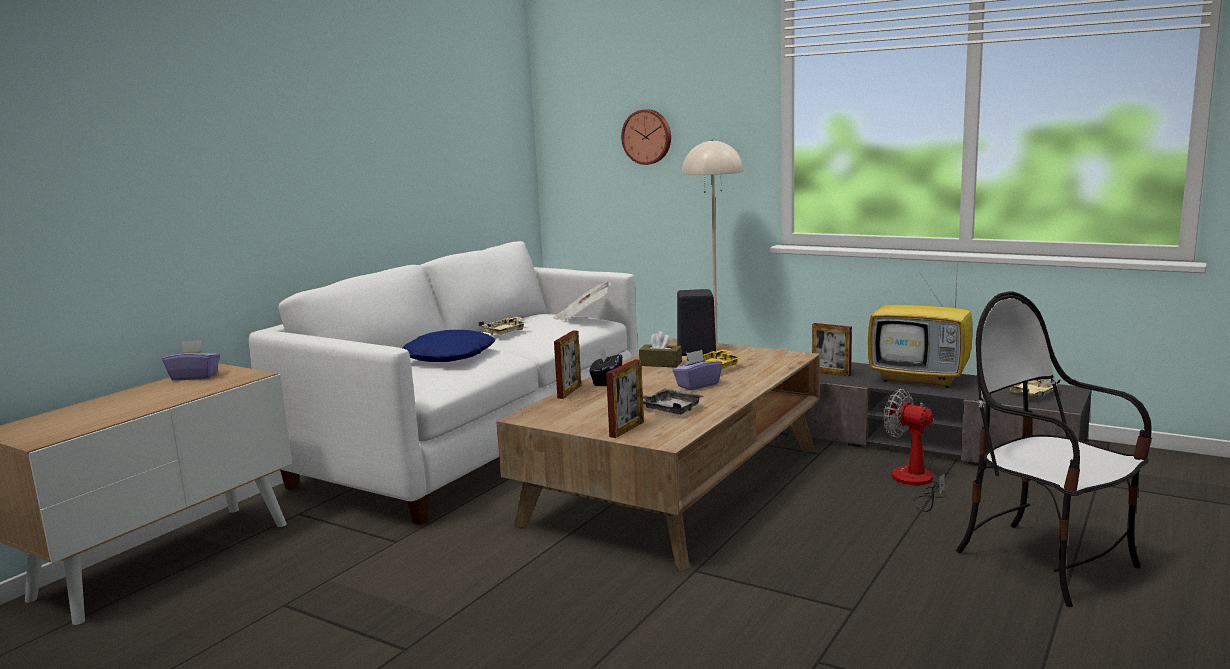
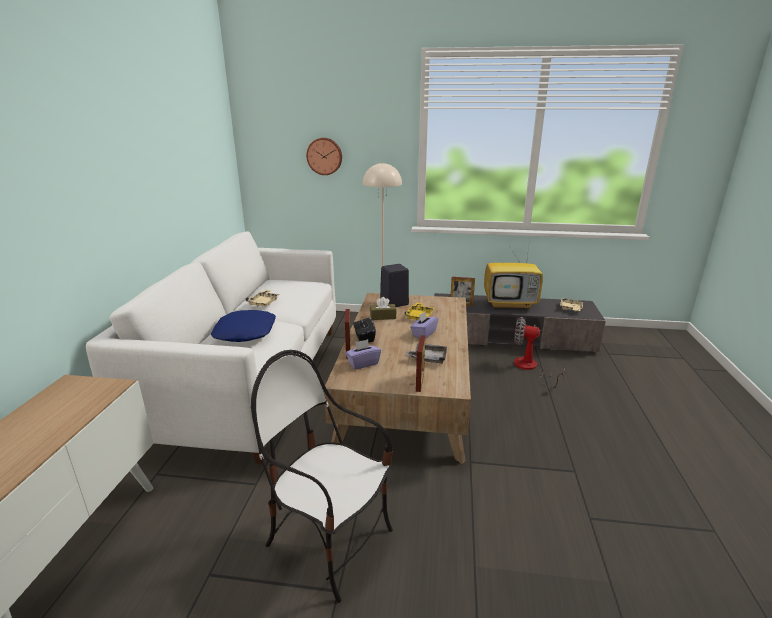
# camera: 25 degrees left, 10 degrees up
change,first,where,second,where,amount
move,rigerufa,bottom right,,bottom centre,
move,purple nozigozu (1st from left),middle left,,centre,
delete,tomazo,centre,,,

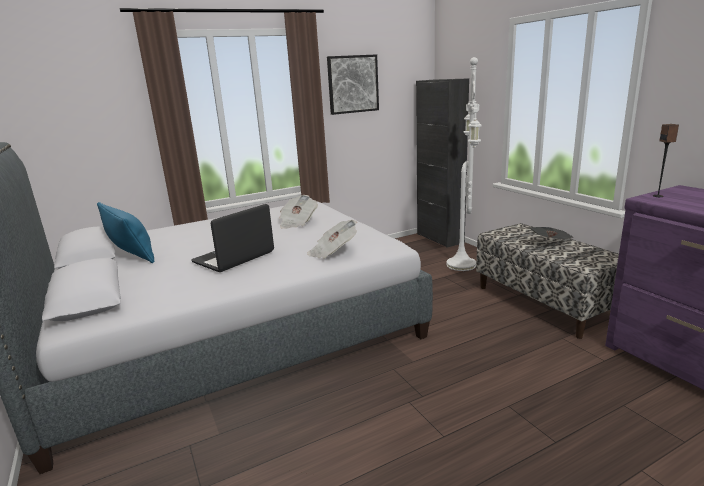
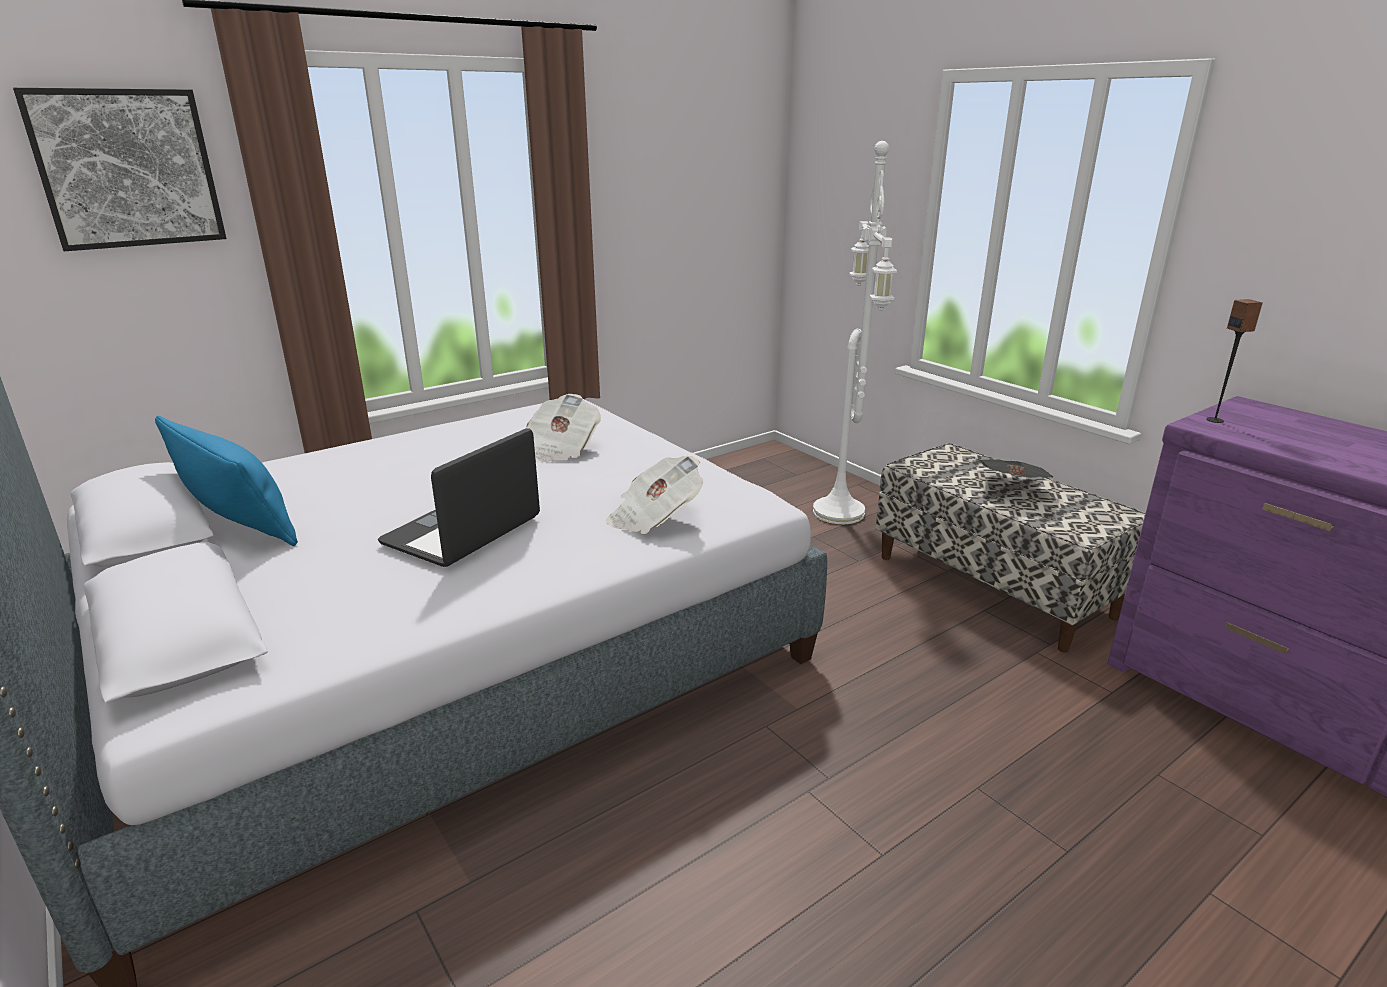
# camera: 10 degrees left, 5 degrees up
change,first,where,second,where,amount
move,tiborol,top centre,,top left,
delete,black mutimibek,centre,,,

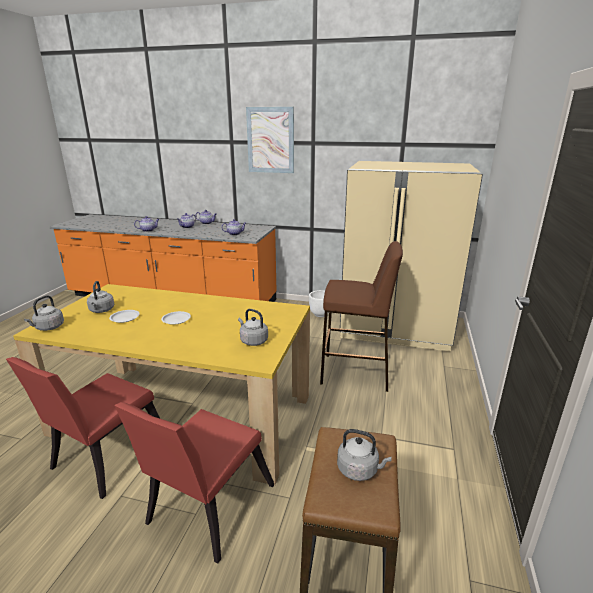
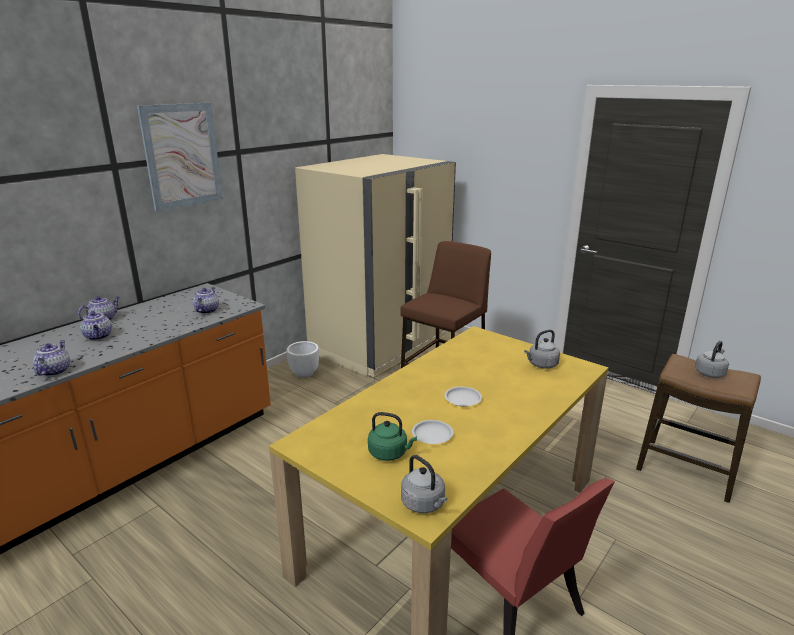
# camera: 65 degrees left, 0 degrees up
change,first,where,second,where,amount
recolor,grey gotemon (2nd from left),middle left,green gotemon,bottom centre,
delete,red rigerufa (2nd from left),bottom left,,,

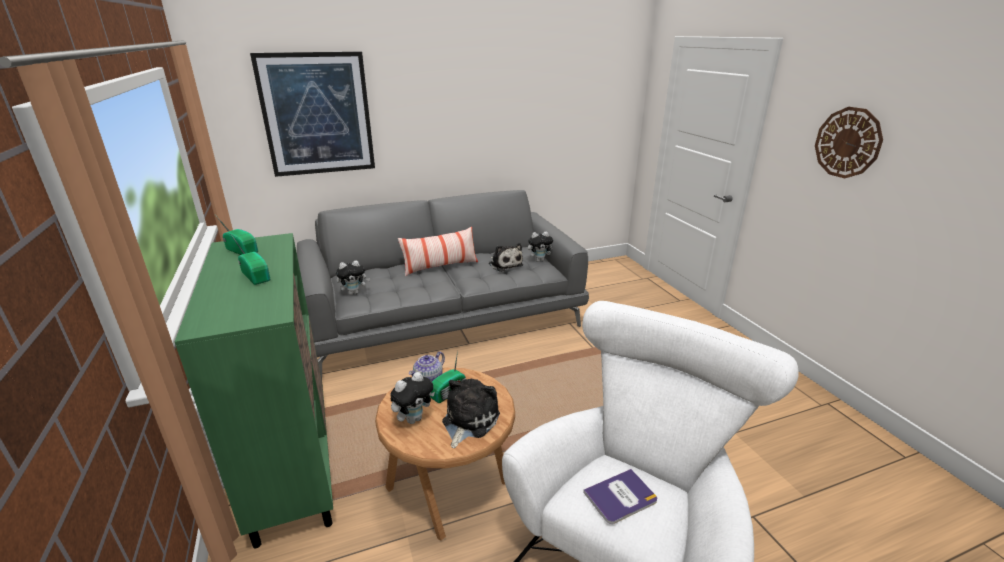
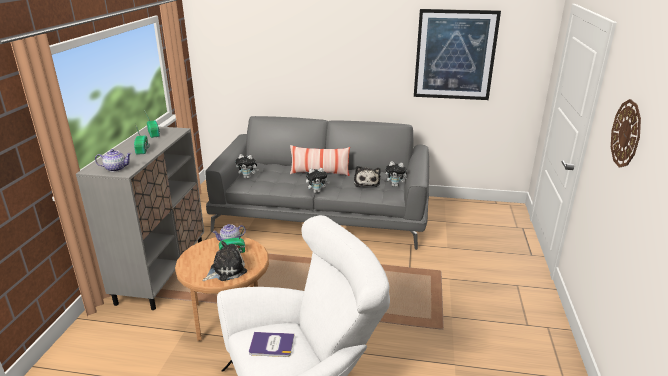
# camera: 30 degrees right, 0 degrees up
change,first,where,second,where,amount
recolor,green mutimibek,bottom left,grey mutimibek,middle left,
insert,,,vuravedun (1st from left),middle left,
move,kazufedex (2nd from left in the first image),bottom centre,kazufedex (3rd from left),centre,
move,tiborol,top left,,top right,

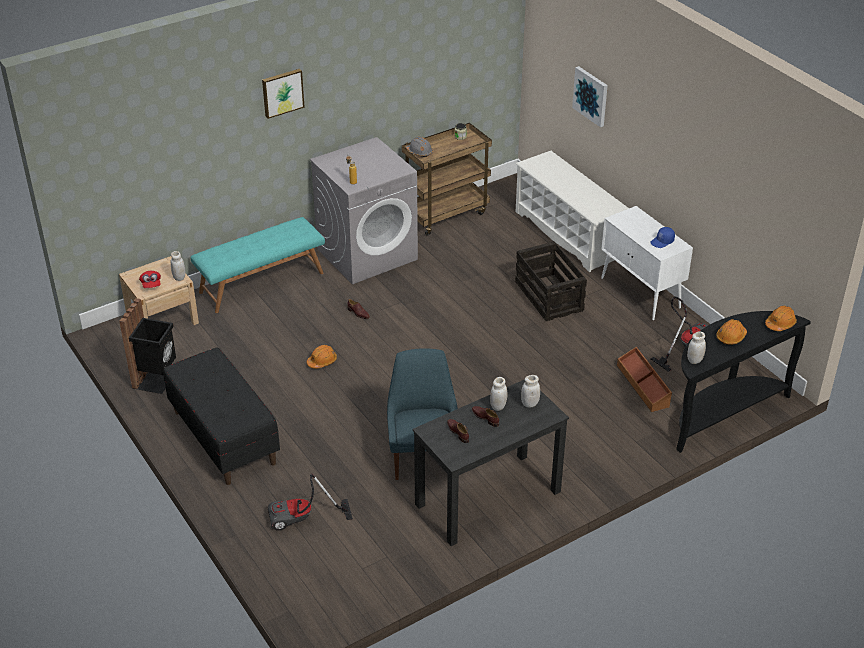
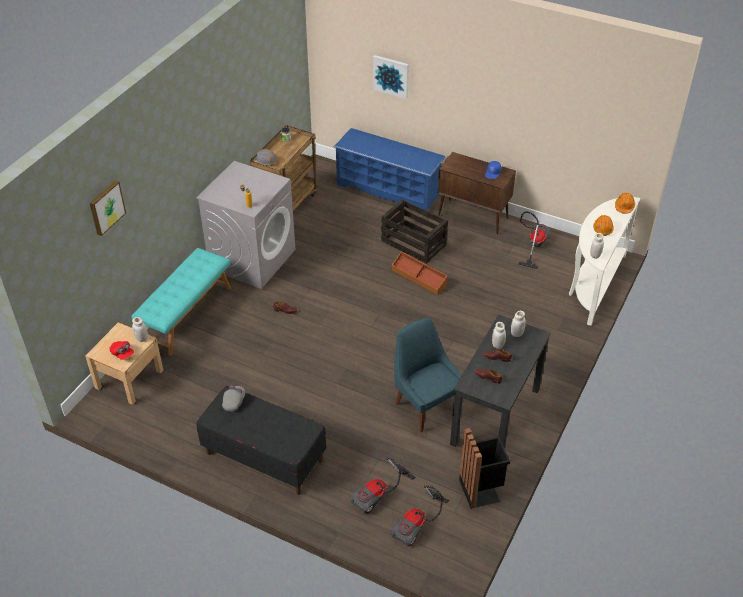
# camera: 30 degrees left, 5 degrees up
change,first,where,second,where,amount
move,tiborol (1st from left),top left,,middle left,
insert,,,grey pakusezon,bottom left,
recolor,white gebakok,top centre,blue gebakok,top centre,
insert,,,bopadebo (2nd from left),bottom centre,
move,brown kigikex,middle right,,centre,
recolor,white mutimibek,middle right,brown mutimibek,top centre,
move,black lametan,middle left,,bottom centre,
recolor,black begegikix,middle right,white begegikix,middle right,
delete,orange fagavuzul (1st from left),centre,,,

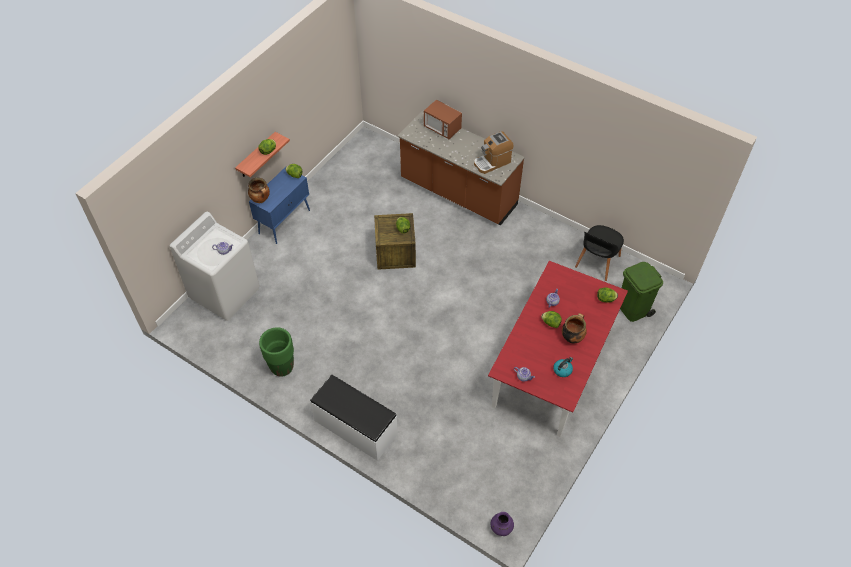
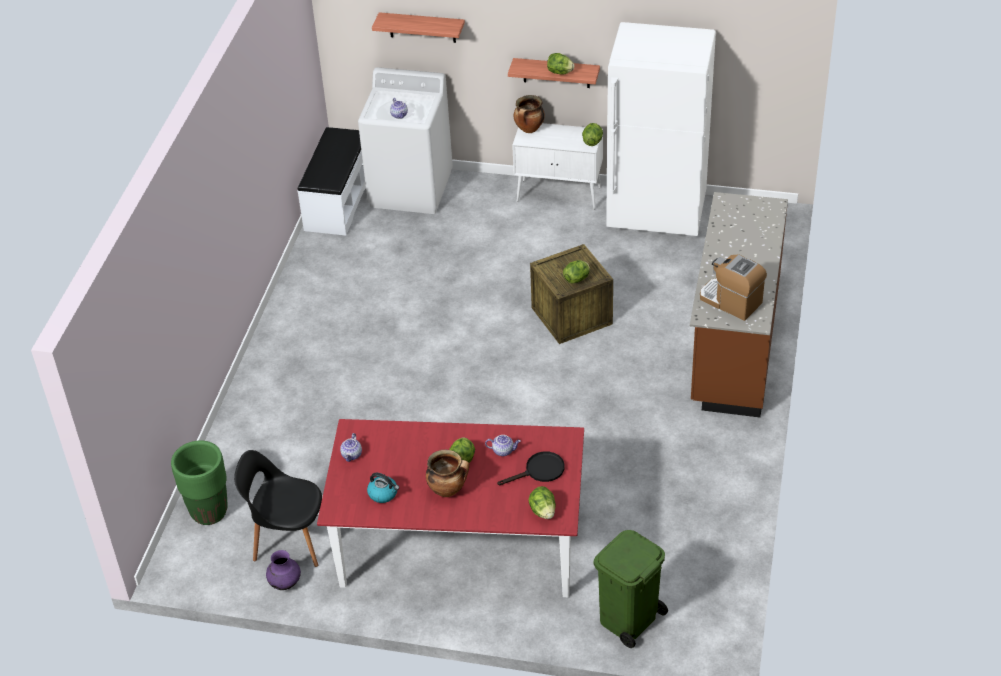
# camera: 70 degrees right, 10 degrees down
change,first,where,second,where,amount
move,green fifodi,middle left,,bottom left,
move,black rigerufa,middle right,,bottom left,
move,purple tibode,bottom centre,,bottom left,
move,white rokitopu,bottom centre,,top left,
insert,,,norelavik (1st from left),top centre,
insert,,,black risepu,bottom centre,
recolor,blue mutimibek,middle left,white mutimibek,top centre,
insert,,,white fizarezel,top centre,
delete,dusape,top centre,,,

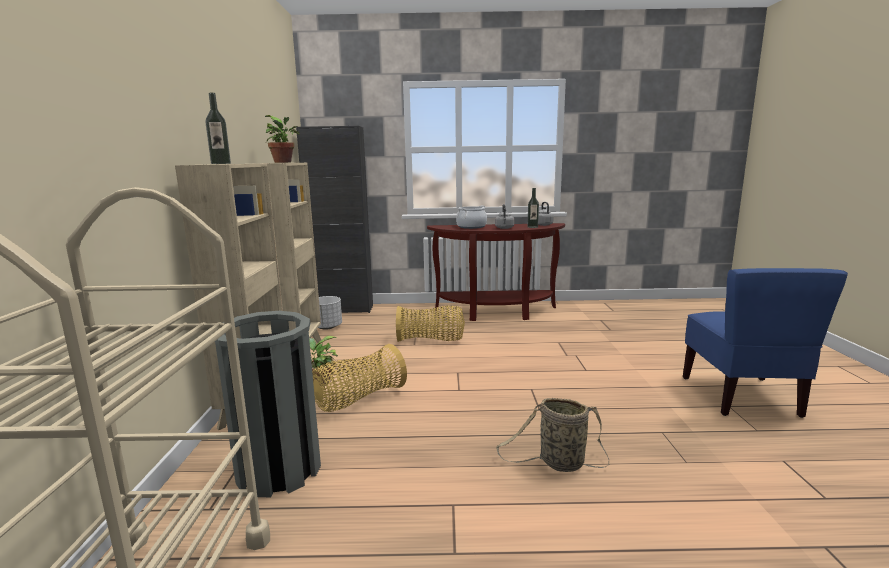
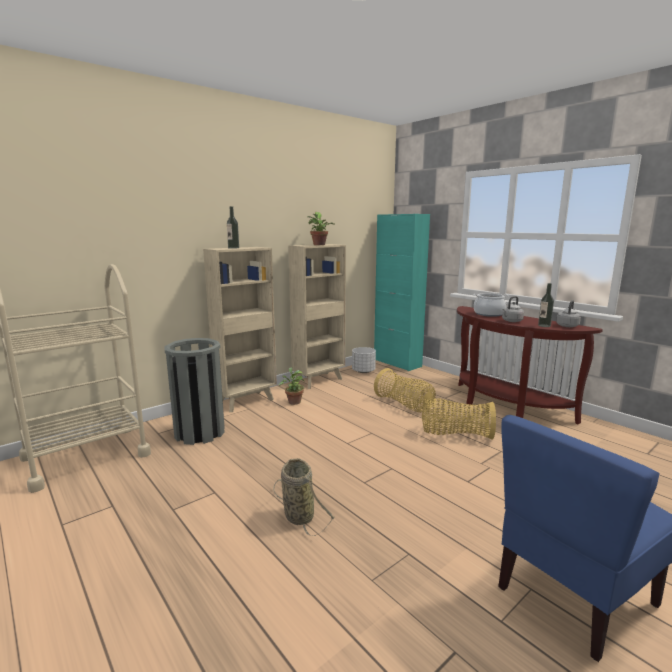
# camera: 50 degrees right, 0 degrees up
change,first,where,second,where,amount
recolor,black mutimibek,centre,turquoise mutimibek,centre,
move,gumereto (1st from left in the first image),centre,gumereto (3rd from left),middle right,

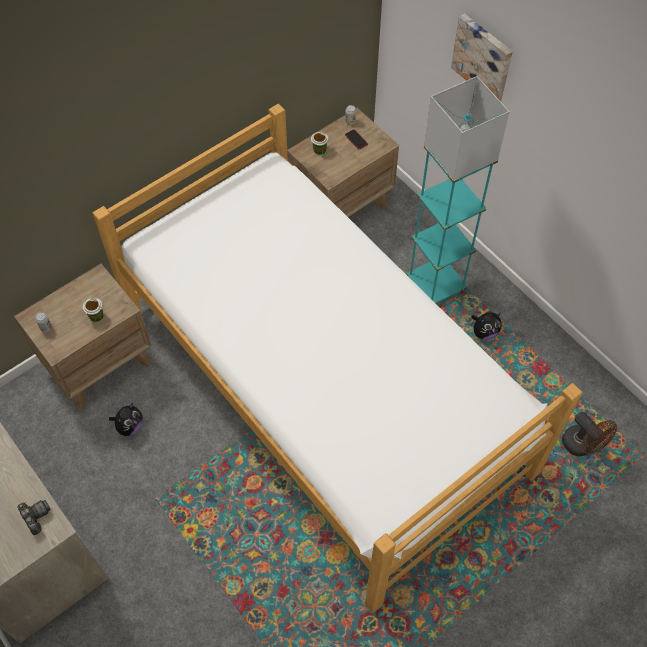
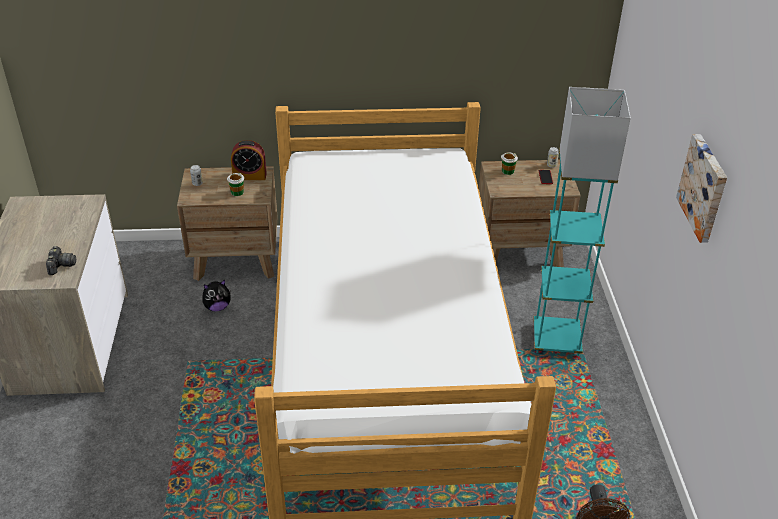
# camera: 35 degrees right, 20 degrees down
change,first,where,second,where,amount
insert,,,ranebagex,top left,
move,tiborol,top right,,middle right,
delete,kazufedex (2nd from left),middle right,,,

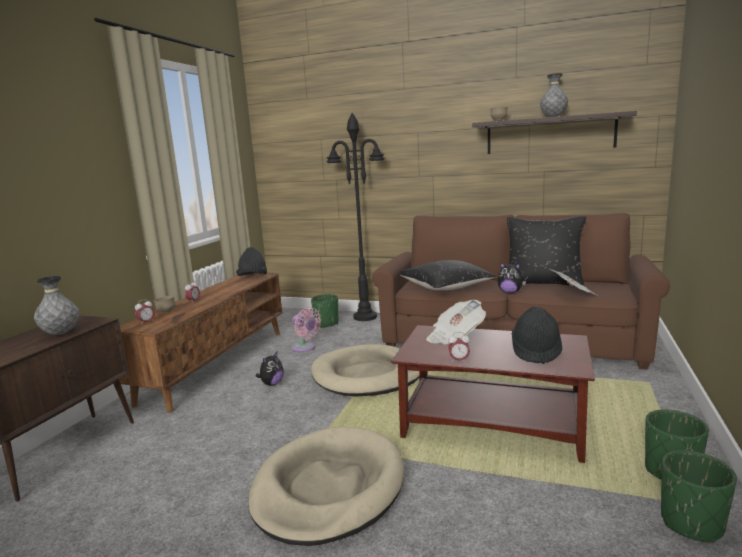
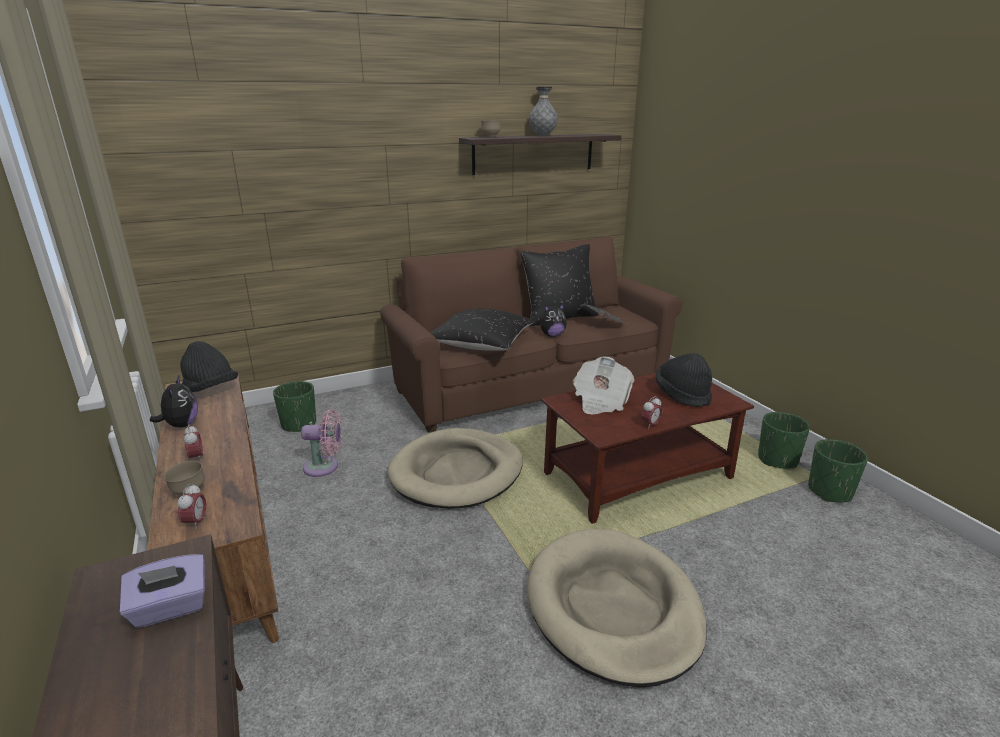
# camera: 45 degrees left, 10 degrees up
change,first,where,second,where,amount
replace,grey tibode (1st from left),middle left,purple nozigozu,bottom left,
move,kazufedex (1st from left),centre,,middle left,
delete,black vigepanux,centre,,,

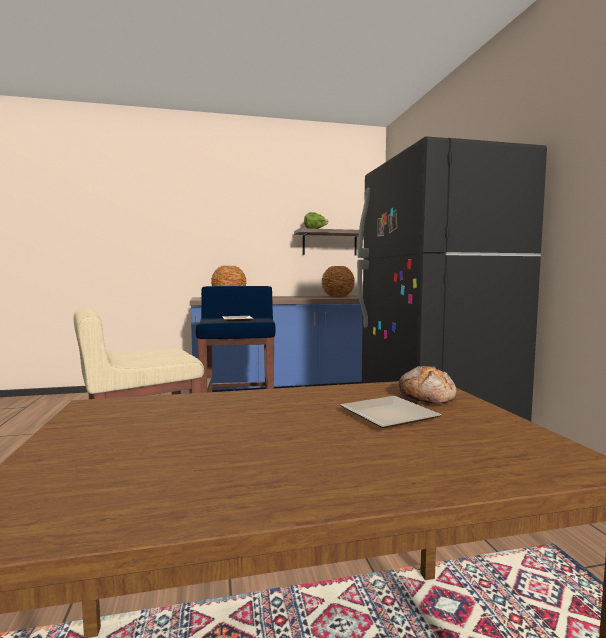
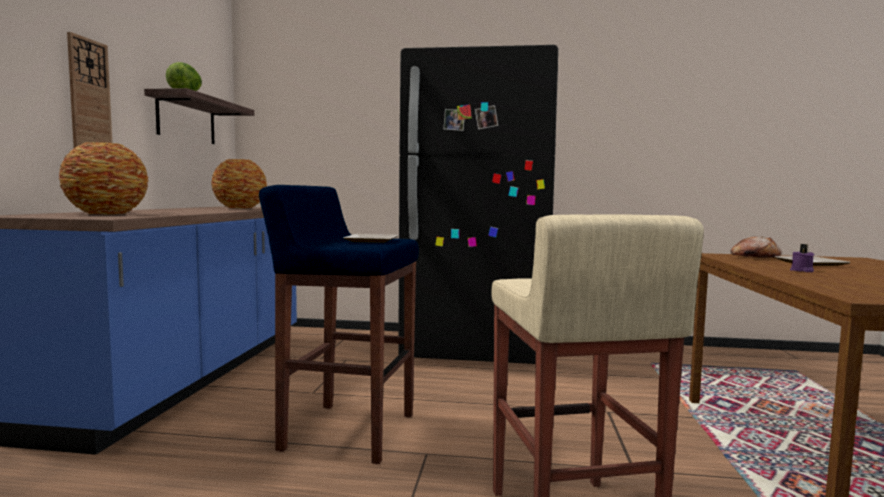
# camera: 70 degrees left, 0 degrees up
change,first,where,second,where,amount
insert,,,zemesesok,top left,
insert,,,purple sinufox,middle right,

